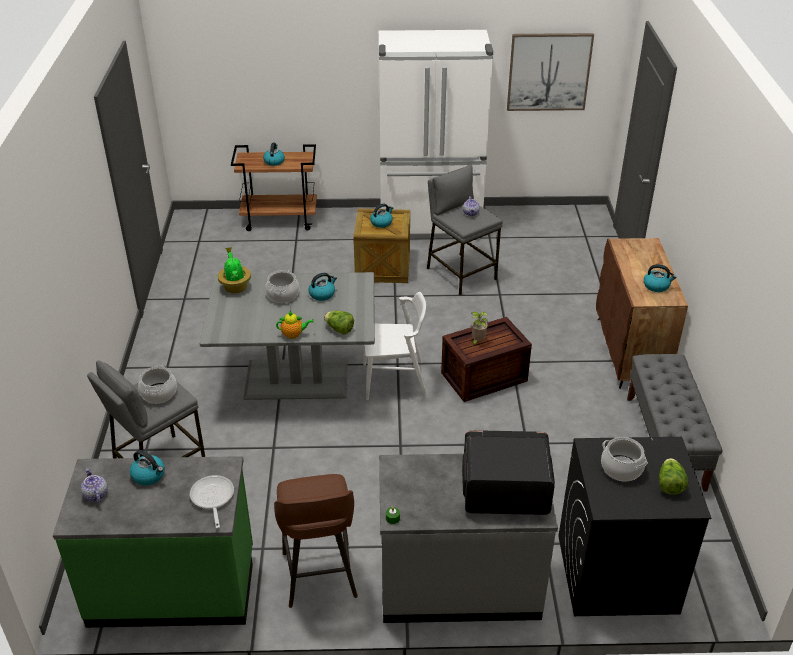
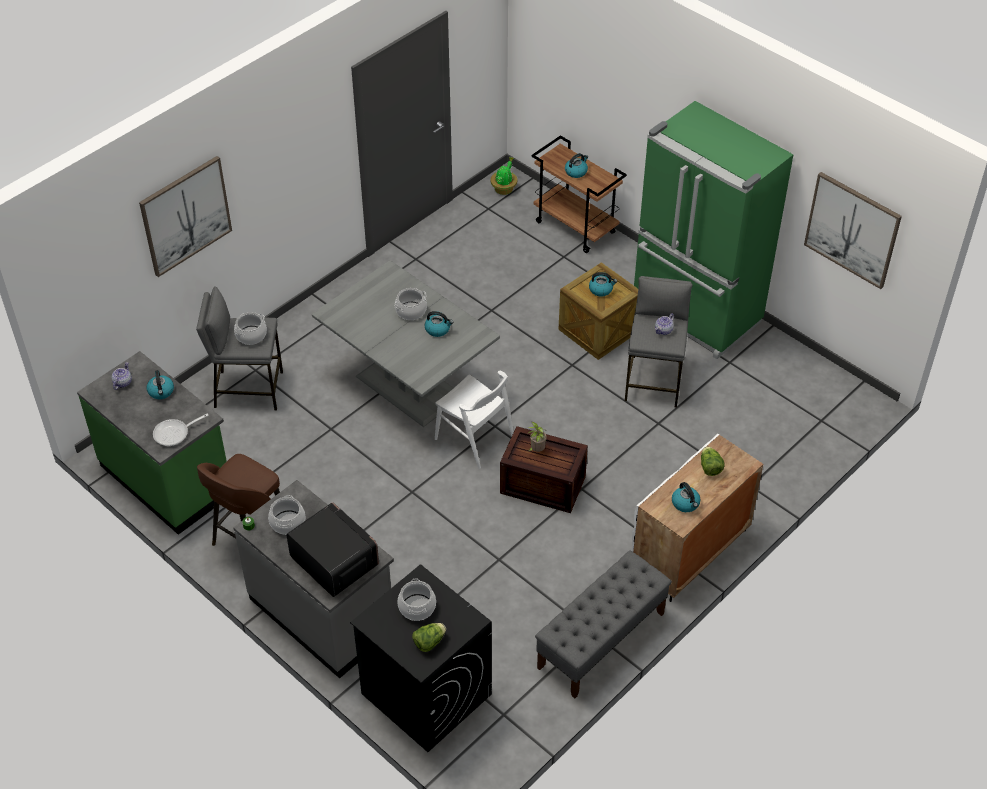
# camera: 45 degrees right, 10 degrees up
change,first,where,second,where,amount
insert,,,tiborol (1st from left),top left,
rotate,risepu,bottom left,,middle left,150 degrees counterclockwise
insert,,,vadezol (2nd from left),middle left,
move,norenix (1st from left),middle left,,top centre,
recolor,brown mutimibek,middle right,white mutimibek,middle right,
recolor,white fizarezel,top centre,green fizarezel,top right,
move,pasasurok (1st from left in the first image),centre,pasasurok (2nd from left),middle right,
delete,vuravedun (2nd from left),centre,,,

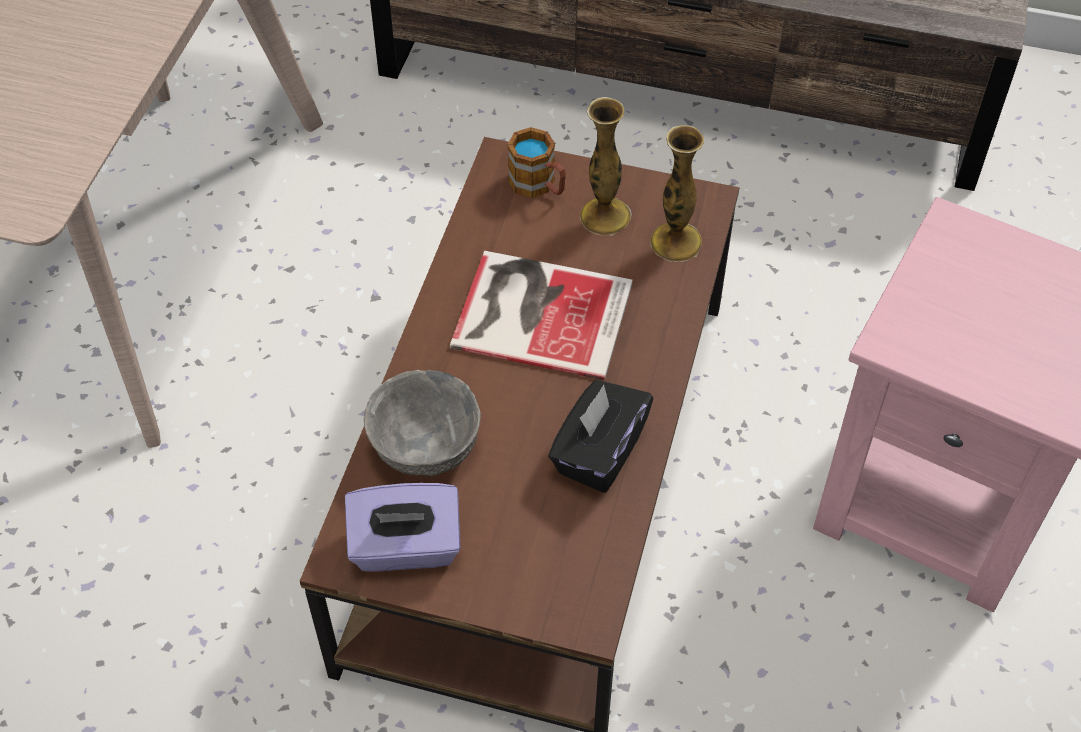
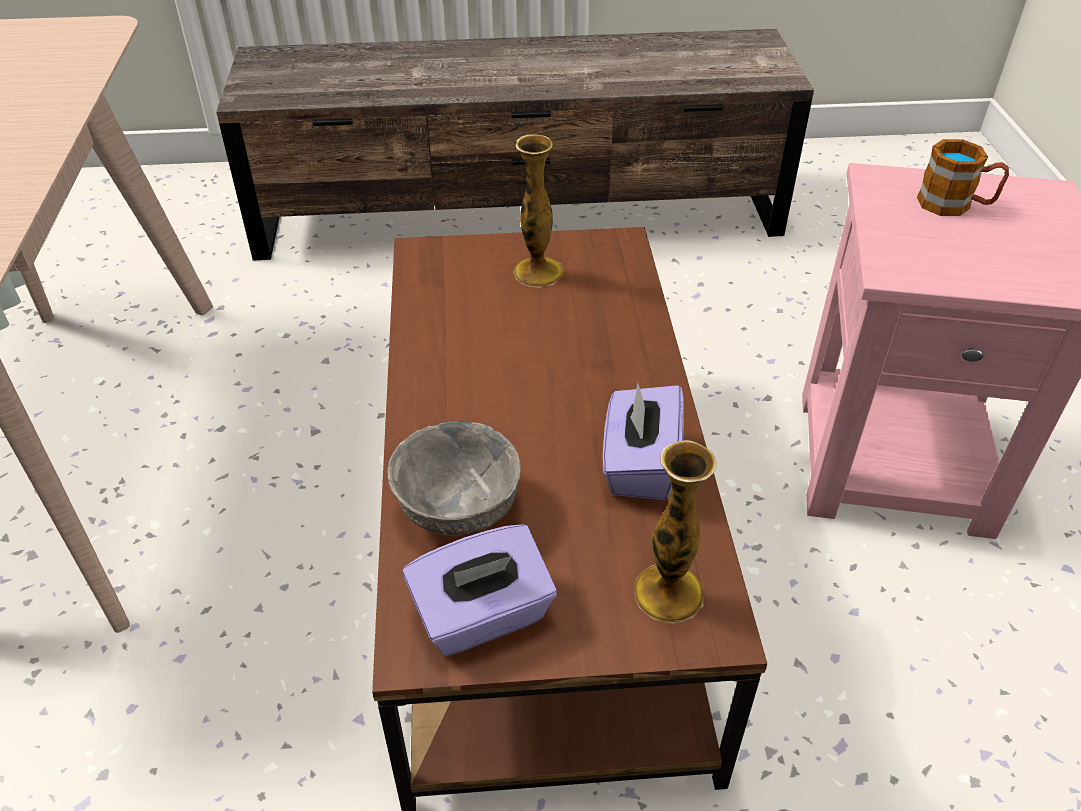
# camera: 20 degrees left, 10 degrees down
change,first,where,second,where,amount
recolor,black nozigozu,centre,purple nozigozu (2nd from left),centre,
move,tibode (2nd from left),top centre,,centre,
move,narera,top centre,,top right,
delete,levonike,centre,,,

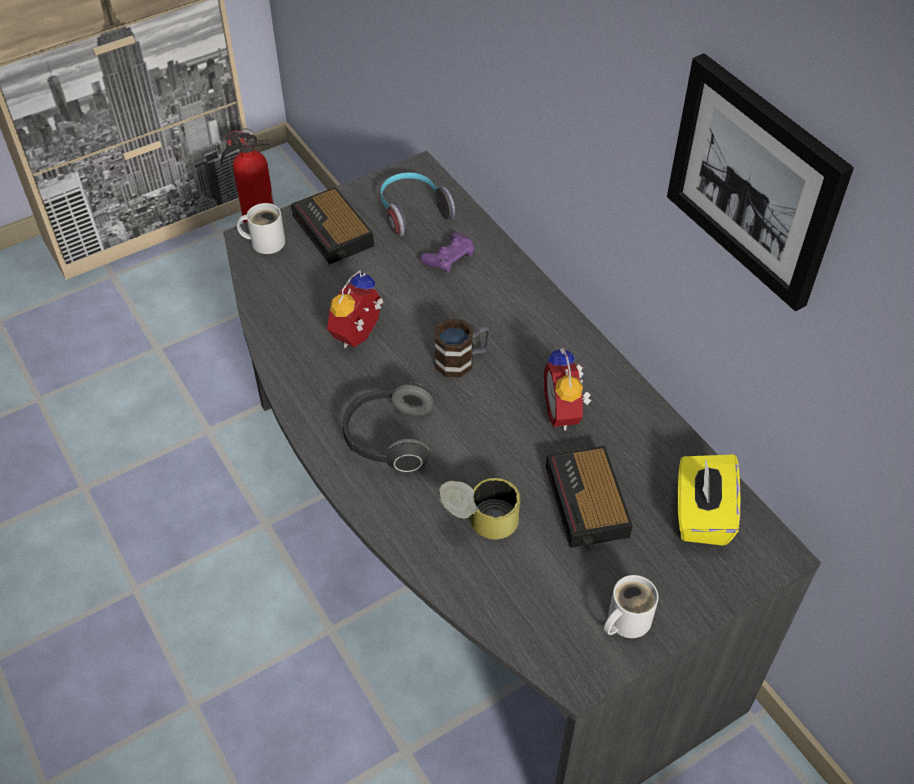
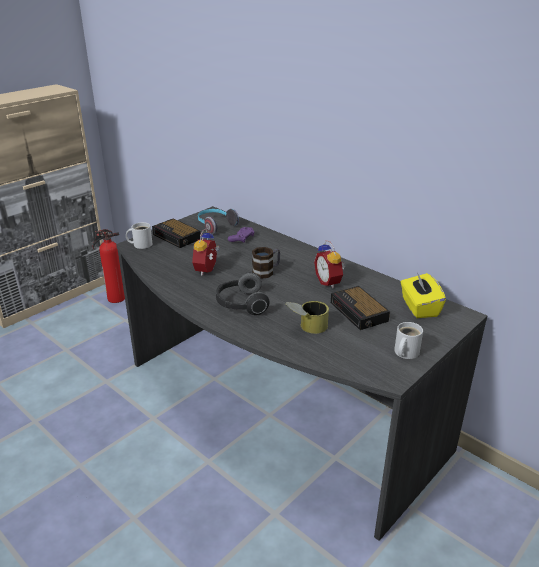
# camera: 15 degrees left, 20 degrees down
change,first,where,second,where,amount
delete,tiborol,top right,,,

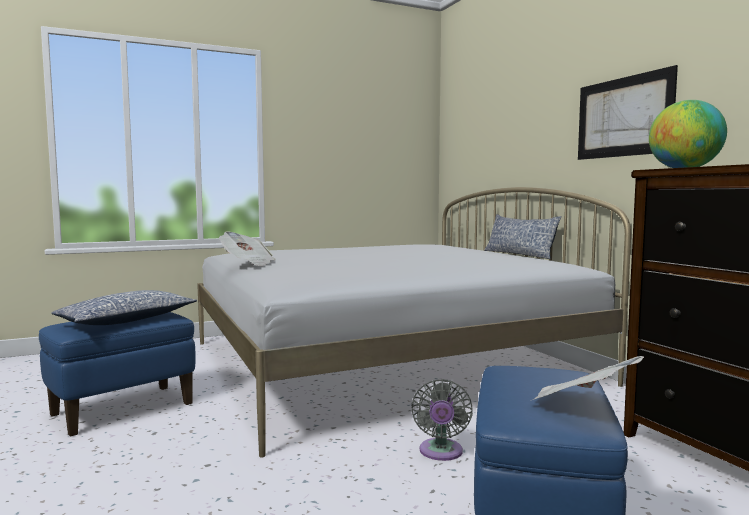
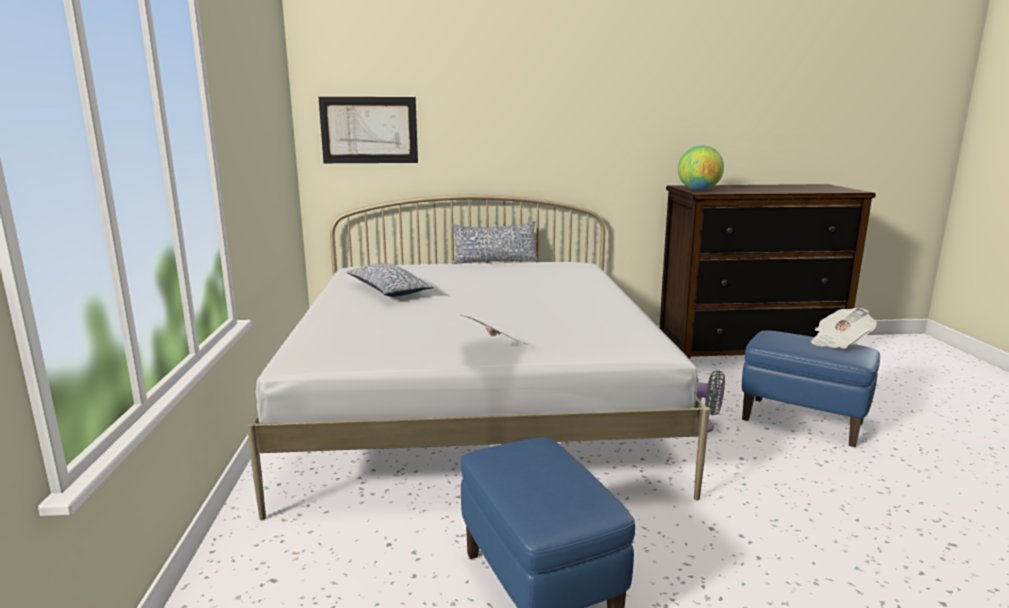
# camera: 70 degrees left, 10 degrees up
change,first,where,second,where,amount
move,tiborol,top right,,top centre,
move,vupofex (1st from left),middle left,,centre,

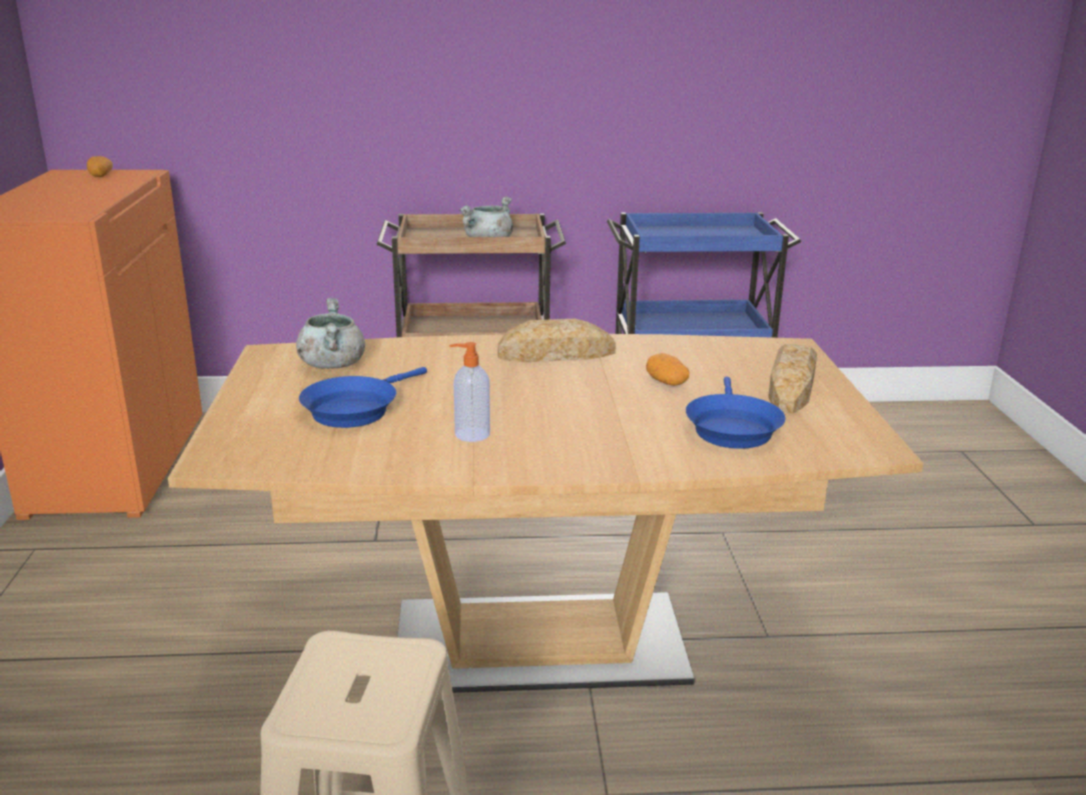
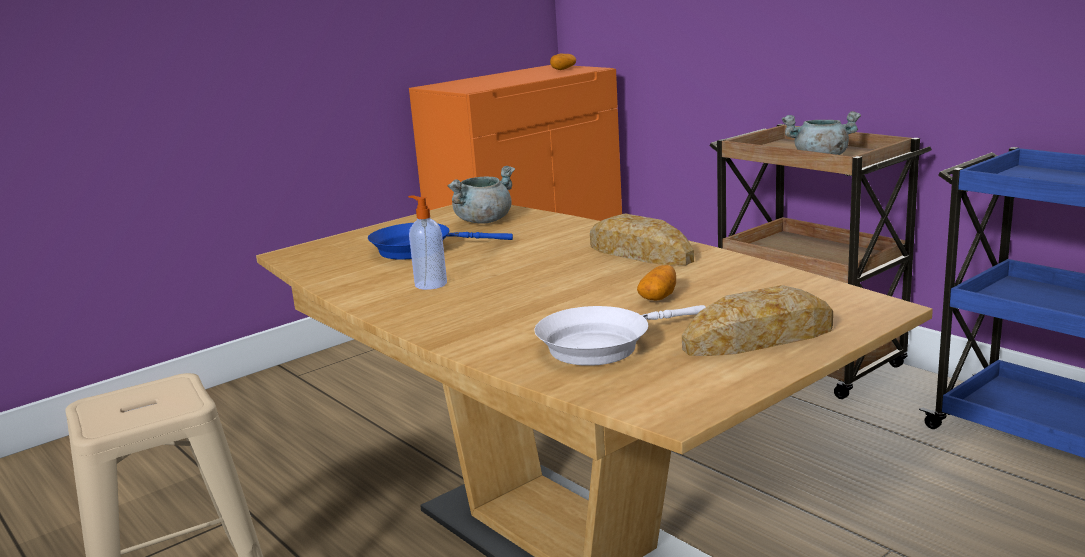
# camera: 55 degrees right, 5 degrees down
change,first,where,second,where,amount
recolor,blue risepu (2nd from left),middle right,white risepu,centre,

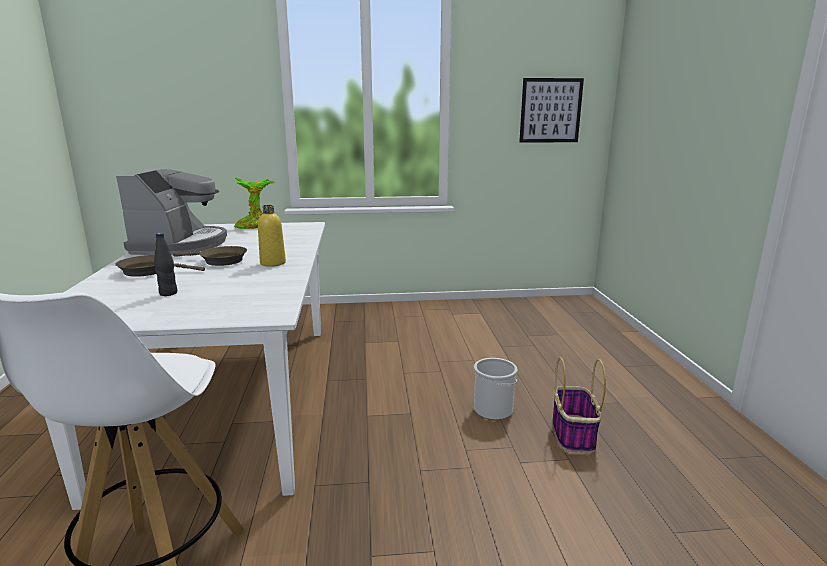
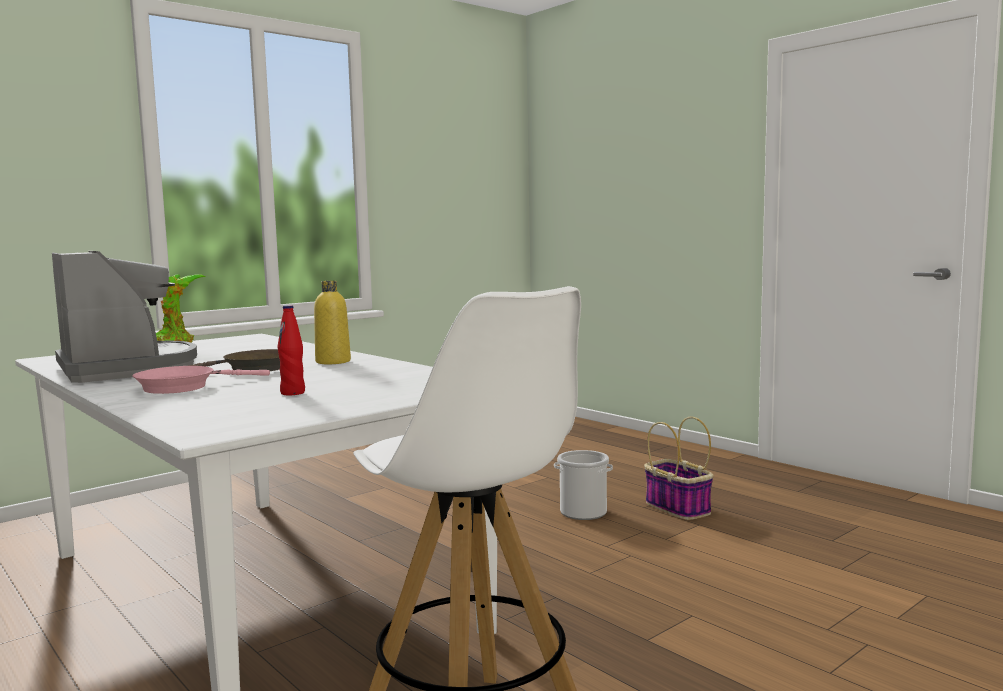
# camera: 35 degrees left, 10 degrees down
change,first,where,second,where,amount
recolor,brown risepu (1st from left),middle left,pink risepu,middle left,
recolor,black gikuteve,middle left,red gikuteve,middle left,
delete,tiborol,top centre,,,

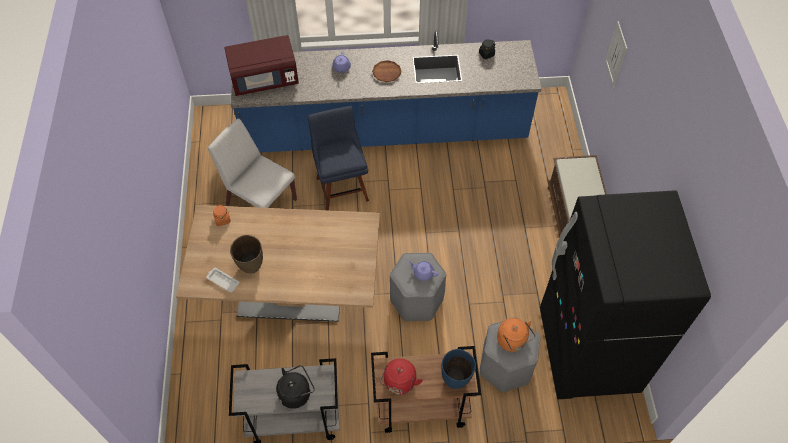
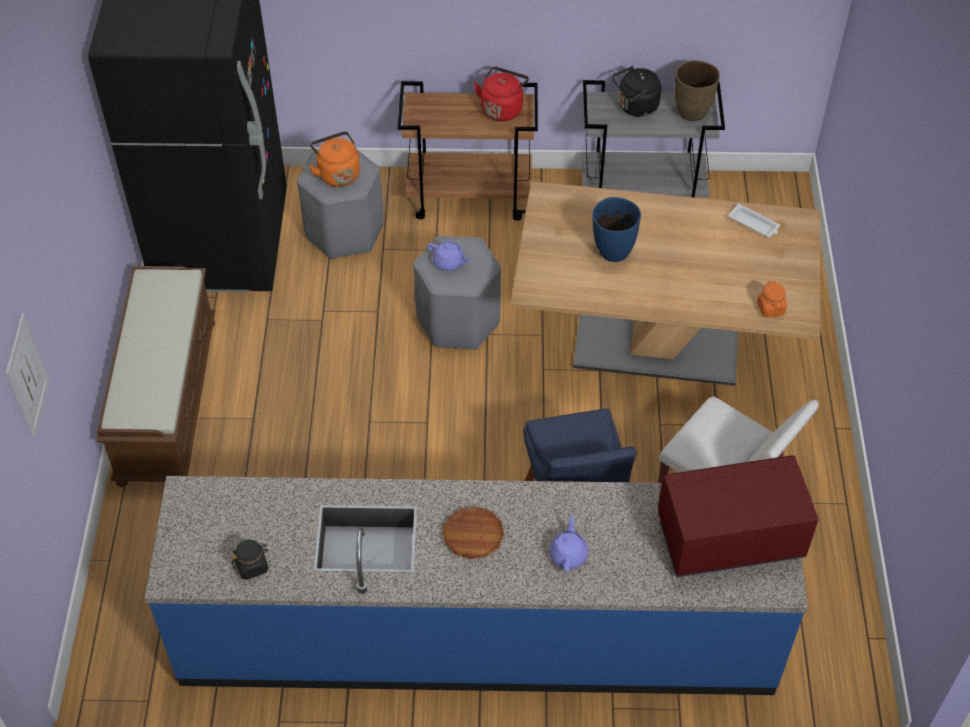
# camera: 175 degrees left, 5 degrees down
change,first,where,second,where,amount
move,blue tibode,bottom centre,,top centre,
move,brown tibode,middle left,,top right,

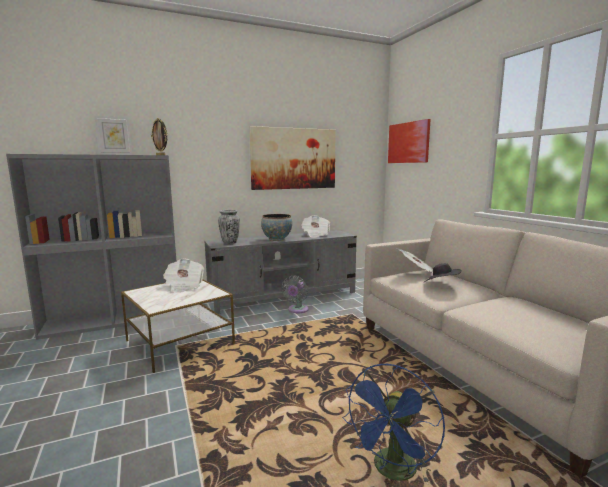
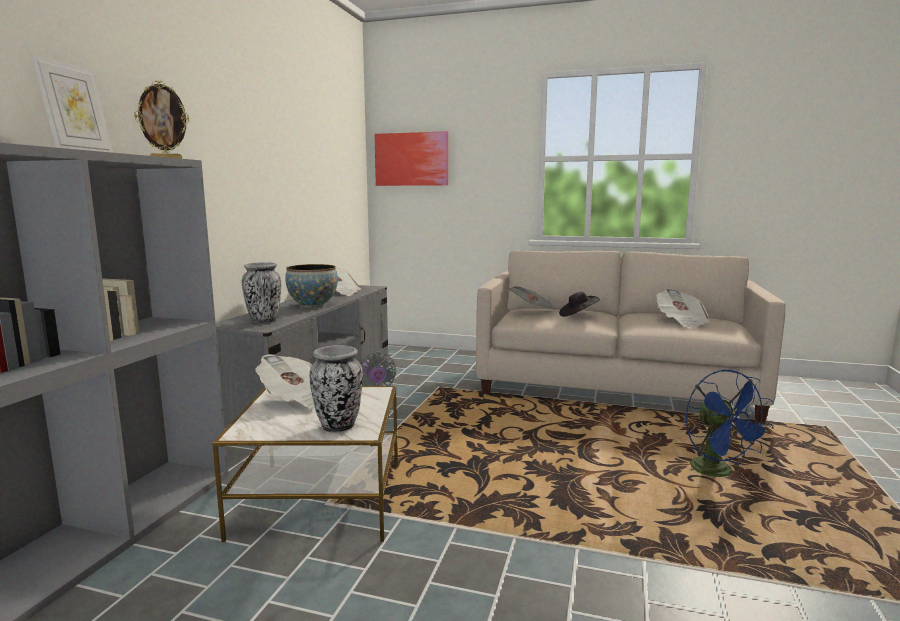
# camera: 50 degrees left, 0 degrees up
change,first,where,second,where,amount
insert,,,tibode (2nd from left),centre,
insert,,,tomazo (4th from left),middle right,
delete,tiborol (1st from left),top centre,,,

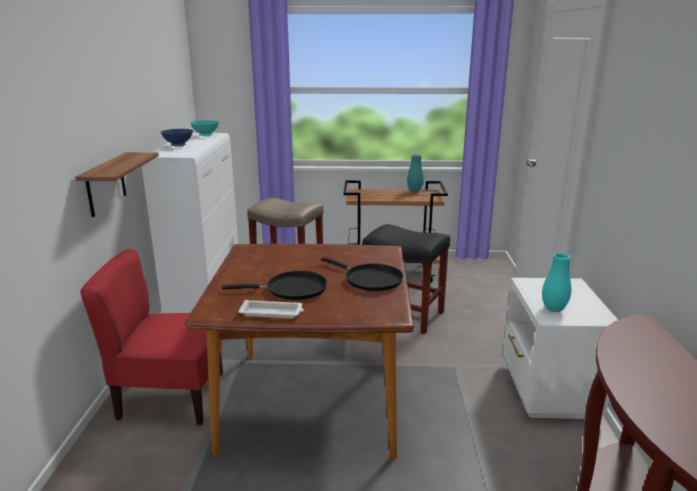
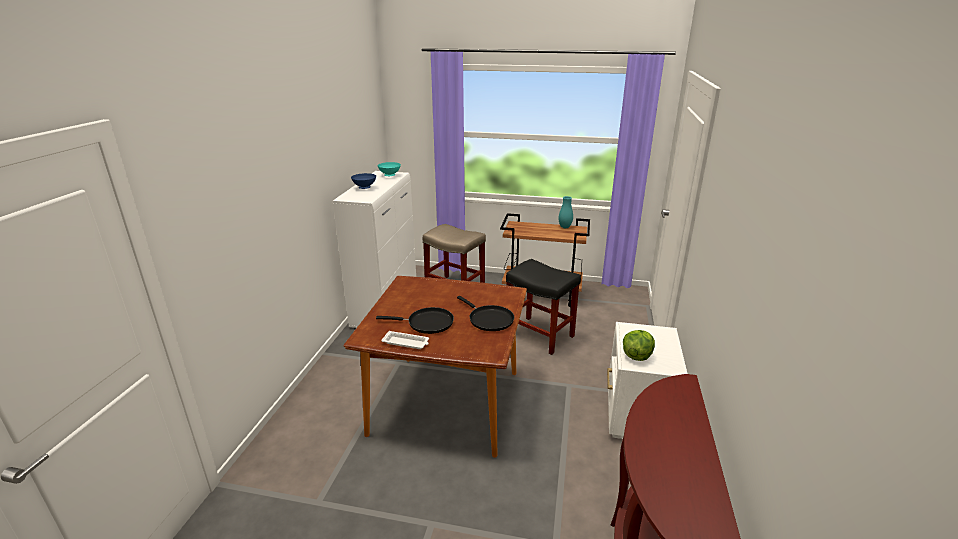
# camera: 10 degrees right, 5 degrees up
change,first,where,second,where,amount
replace,turquoise tibode (2nd from left),middle right,pasasurok,middle right,
delete,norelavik,middle left,,,
delete,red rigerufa,bottom left,,,

